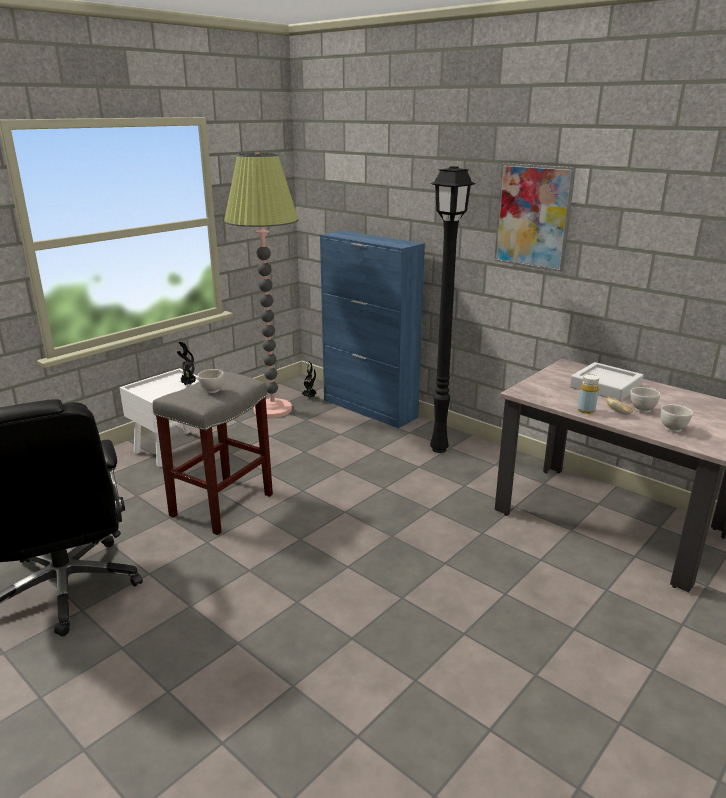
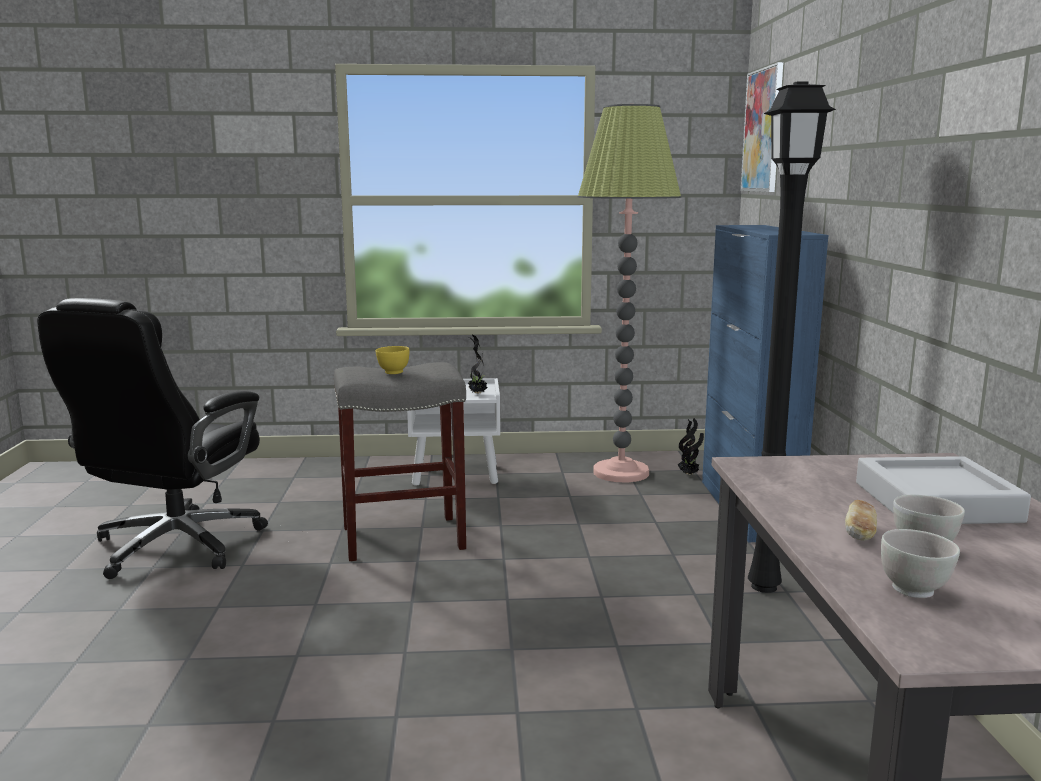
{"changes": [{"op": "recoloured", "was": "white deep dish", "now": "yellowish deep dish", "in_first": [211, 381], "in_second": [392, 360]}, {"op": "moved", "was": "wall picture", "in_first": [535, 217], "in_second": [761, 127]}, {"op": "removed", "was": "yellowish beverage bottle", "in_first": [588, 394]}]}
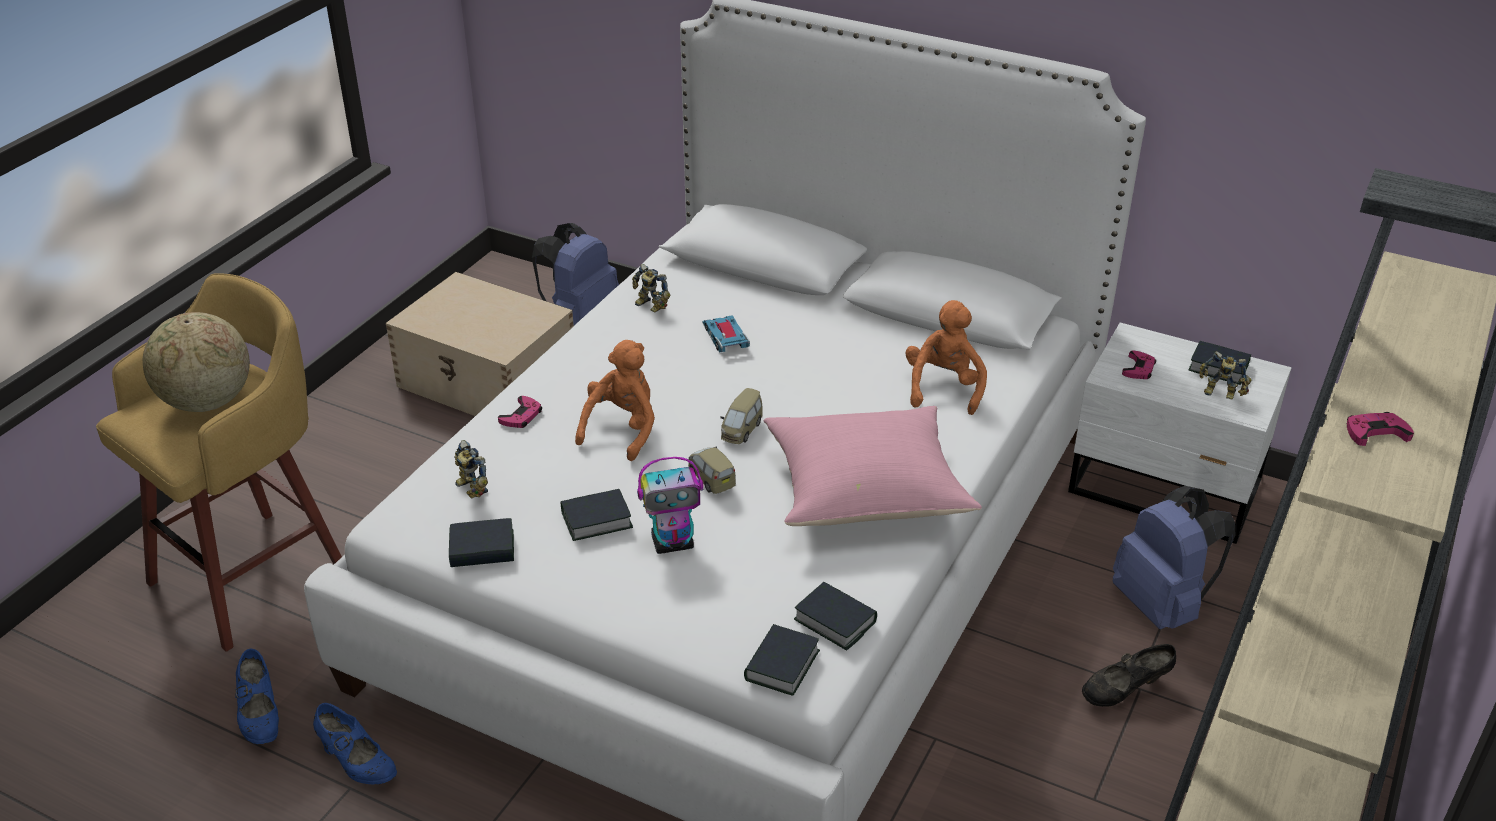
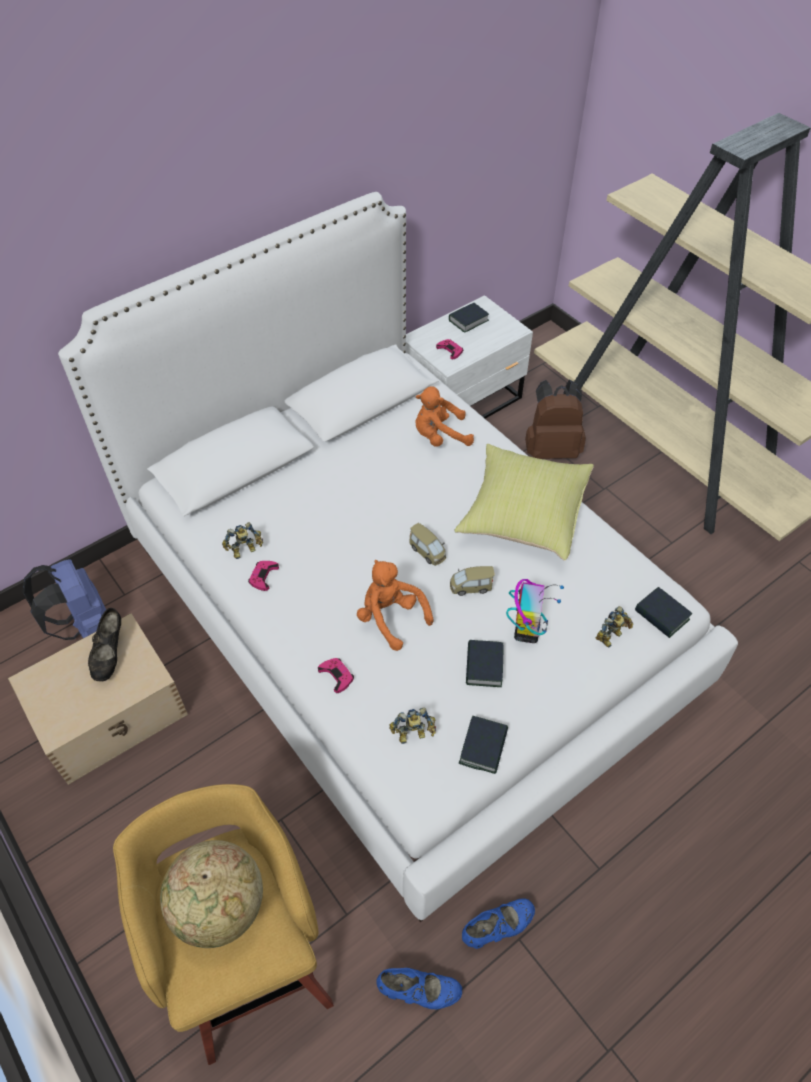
{"changes": [{"op": "removed", "was": "model car", "in_first": [726, 334]}, {"op": "recoloured", "was": "pinkish pillow", "now": "yellowish pillow", "in_first": [873, 466], "in_second": [524, 502]}, {"op": "removed", "was": "bound book", "in_first": [835, 616]}, {"op": "turned", "was": "orange cuddly toy", "in_first": [946, 357], "in_second": [444, 416], "clockwise": -45}, {"op": "moved", "was": "black low shoe", "in_first": [1129, 675], "in_second": [104, 645]}, {"op": "recoloured", "was": "bluish rucksack", "now": "brown rucksack", "in_first": [1174, 557], "in_second": [555, 419]}, {"op": "moved", "was": "robot figure", "in_first": [1225, 375], "in_second": [614, 627]}, {"op": "moved", "was": "pinkish game controller", "in_first": [1380, 429], "in_second": [263, 576]}]}
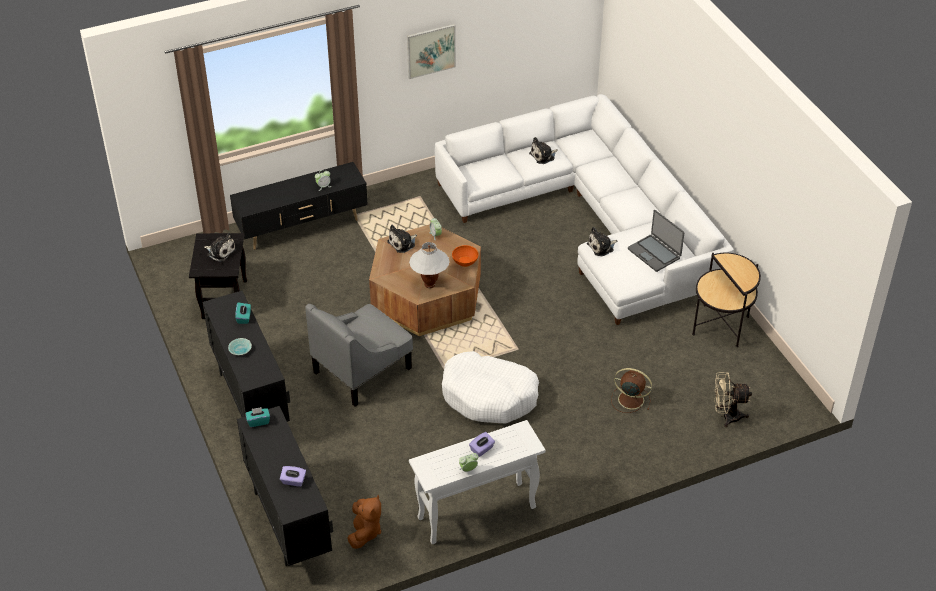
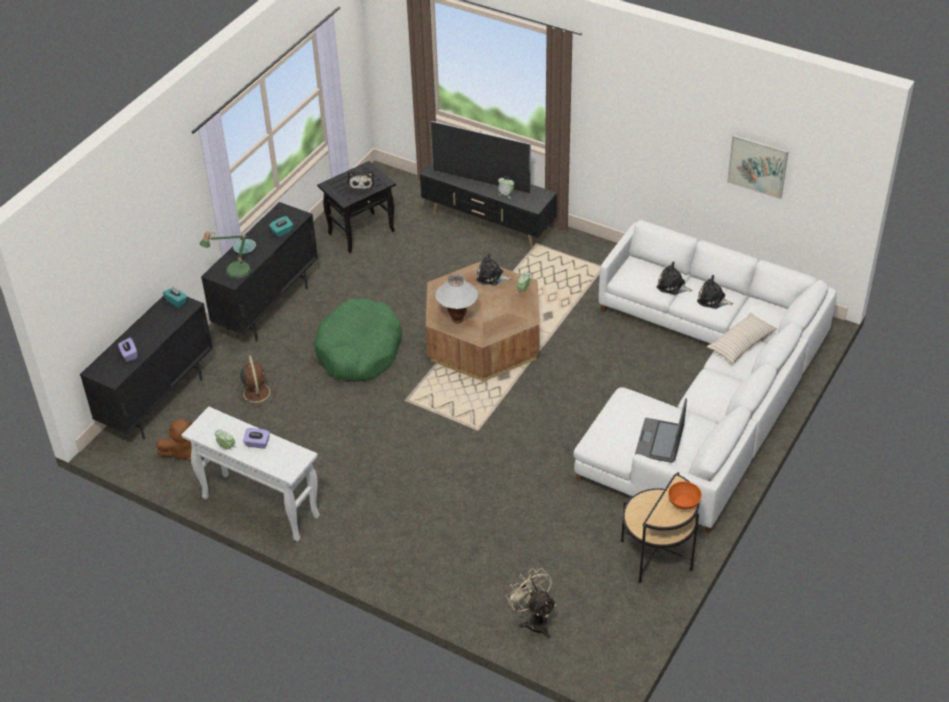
{"changes": [{"op": "replaced", "was": "greyish lounge chair", "now": "green-coloured dog bed", "in_first": [359, 355], "in_second": [358, 339]}, {"op": "moved", "was": "wall picture", "in_first": [431, 51], "in_second": [758, 167]}, {"op": "removed", "was": "white dog bed", "in_first": [490, 387]}, {"op": "moved", "was": "orange deep dish", "in_first": [465, 256], "in_second": [685, 495]}, {"op": "moved", "was": "cuddly toy", "in_first": [602, 241], "in_second": [675, 278]}, {"op": "moved", "was": "brown cooling fan", "in_first": [631, 390], "in_second": [256, 382]}, {"op": "added", "now": "lamp for a table", "in_second": [225, 255]}, {"op": "added", "now": "TV set", "in_second": [480, 157]}, {"op": "added", "now": "sand-coloured pillow", "in_second": [741, 338]}]}
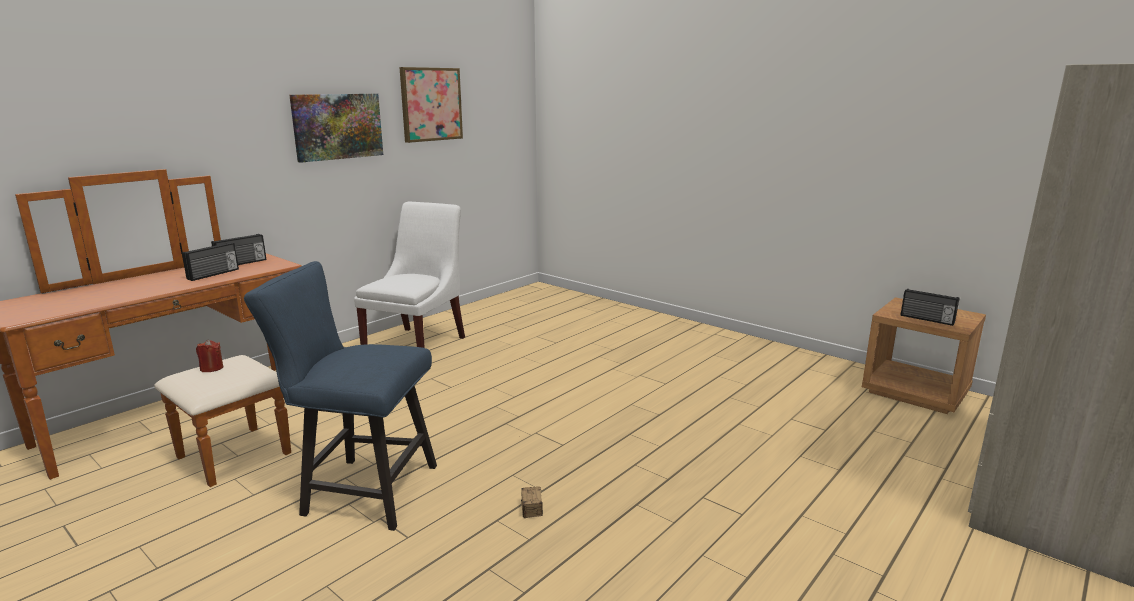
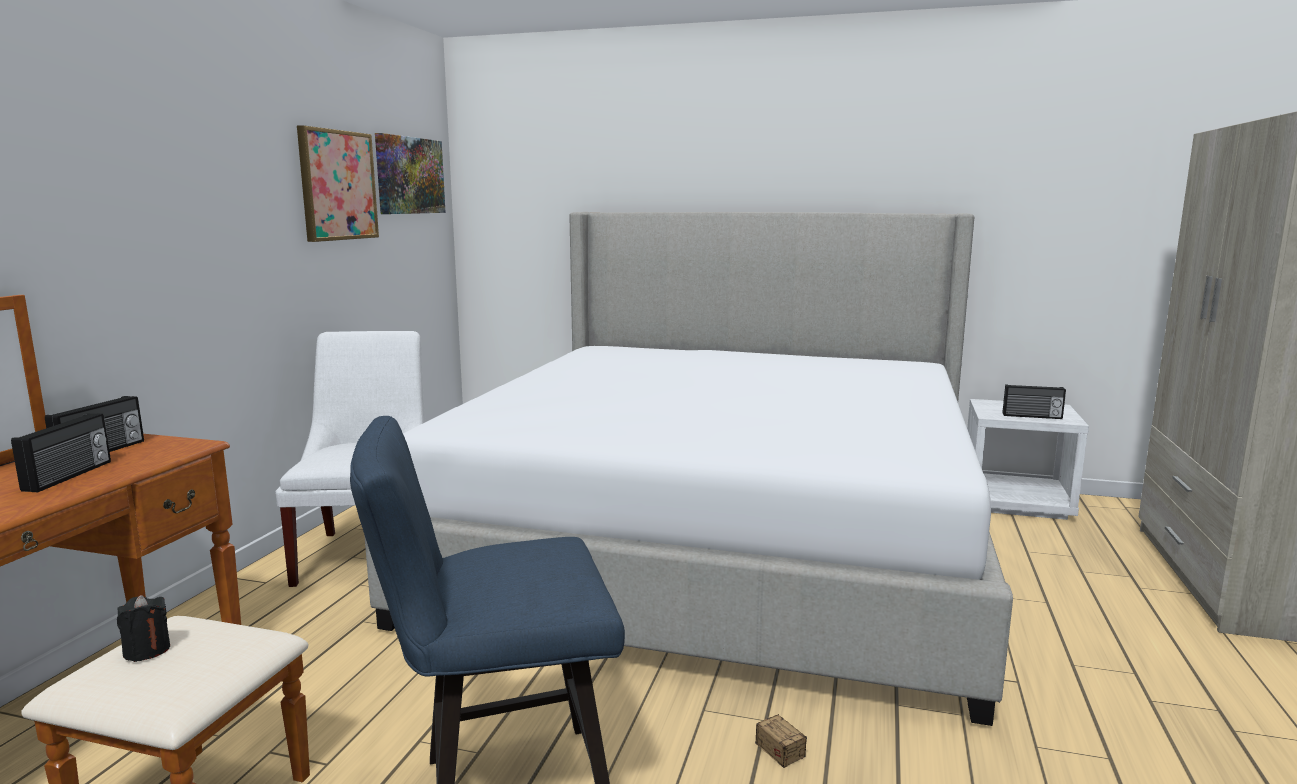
{"changes": [{"op": "recoloured", "was": "reddish candle", "now": "black candle", "in_first": [209, 356], "in_second": [143, 628]}, {"op": "moved", "was": "wall picture", "in_first": [336, 128], "in_second": [410, 173]}, {"op": "recoloured", "was": "brown bedside table", "now": "white bedside table", "in_first": [924, 355], "in_second": [1028, 459]}, {"op": "added", "now": "bedroom bed", "in_second": [688, 469]}]}
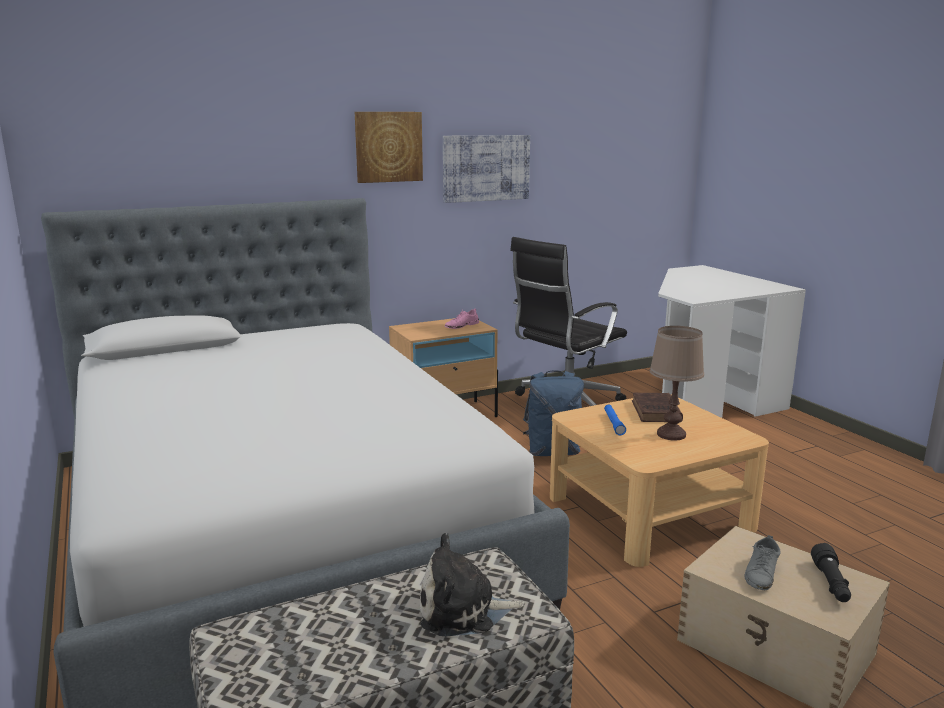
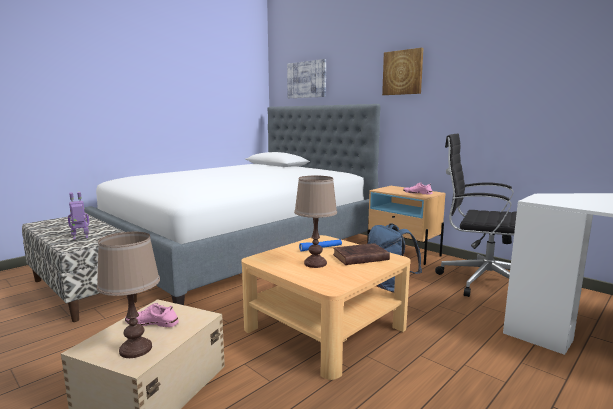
{"changes": [{"op": "replaced", "was": "cuddly toy", "now": "robot figure", "in_first": [472, 584], "in_second": [78, 215]}, {"op": "moved", "was": "wall picture", "in_first": [486, 169], "in_second": [306, 78]}, {"op": "recoloured", "was": "greyish low shoe", "now": "pinkish low shoe", "in_first": [762, 562], "in_second": [152, 315]}, {"op": "replaced", "was": "black hand torch", "now": "brown lamp for a table", "in_first": [831, 572], "in_second": [128, 295]}]}
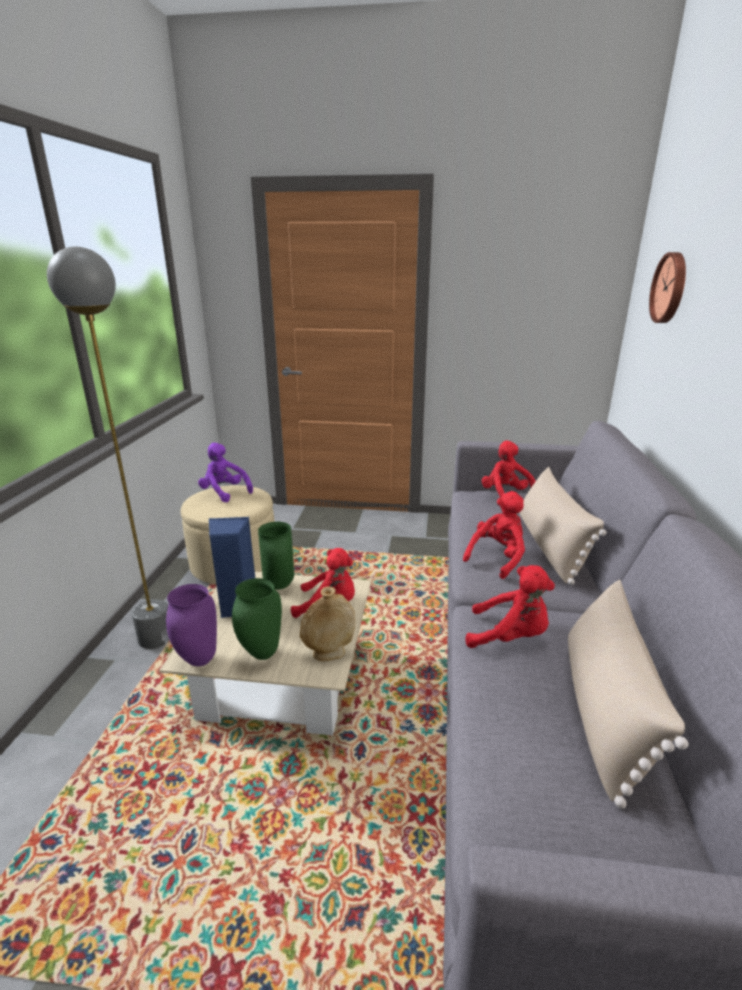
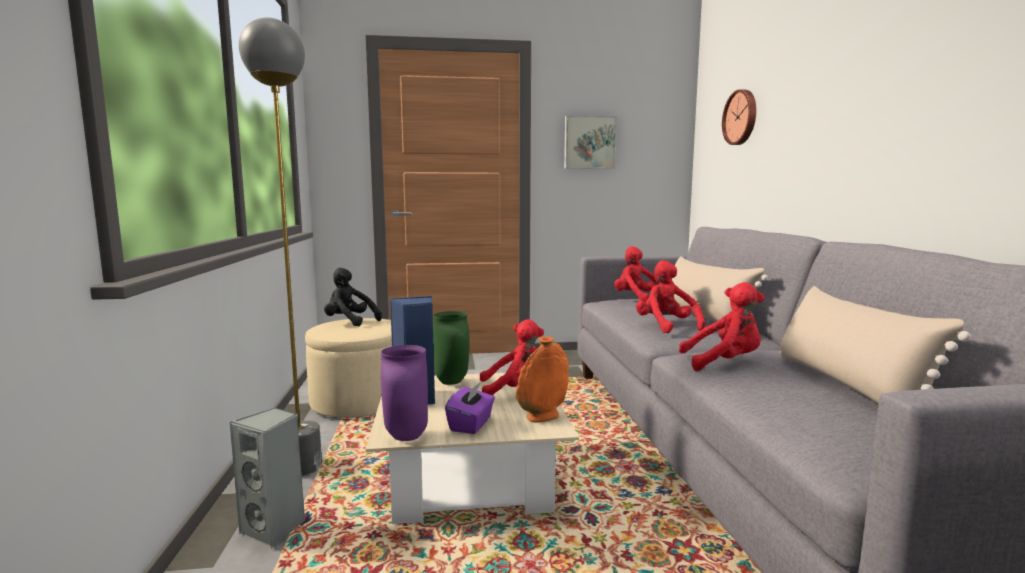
{"changes": [{"op": "recoloured", "was": "purplish cuddly toy", "now": "black cuddly toy", "in_first": [225, 472], "in_second": [353, 297]}, {"op": "replaced", "was": "green-coloured vase", "now": "purplish box of tissues", "in_first": [257, 619], "in_second": [470, 408]}, {"op": "recoloured", "was": "sand-coloured vase", "now": "orange vase", "in_first": [327, 623], "in_second": [542, 380]}, {"op": "turned", "was": "reddish cuddly toy", "in_first": [494, 535], "in_second": [670, 296], "clockwise": -45}, {"op": "added", "now": "greyish audio speaker", "in_second": [267, 479]}, {"op": "added", "now": "wall picture", "in_second": [590, 142]}]}
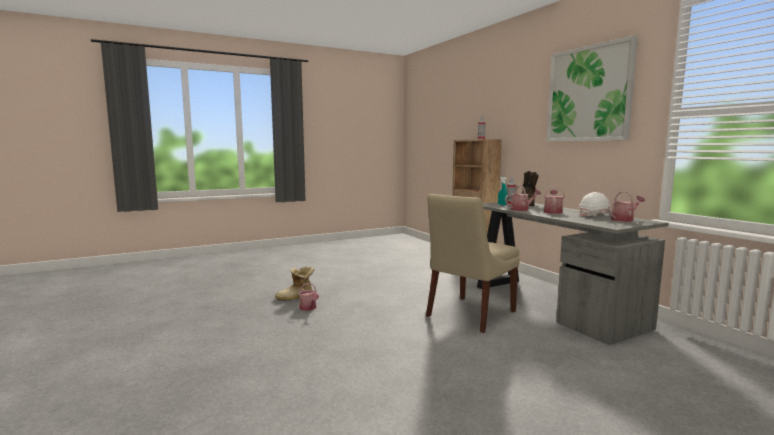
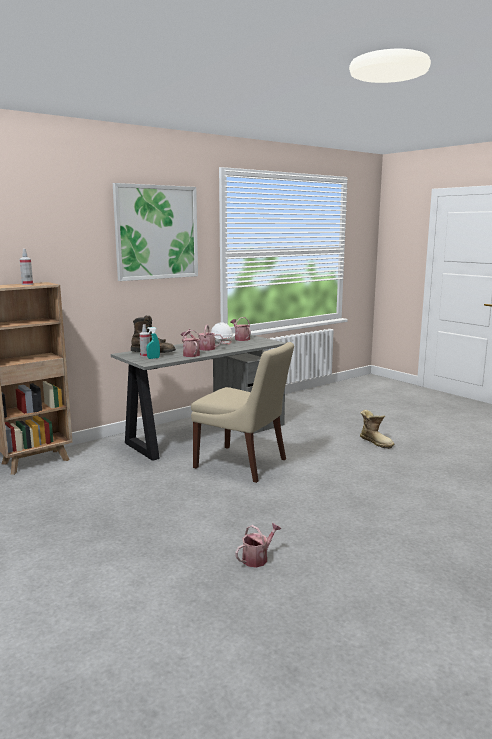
{"changes": [{"op": "moved", "was": "high-top boot", "in_first": [294, 283], "in_second": [377, 429]}]}
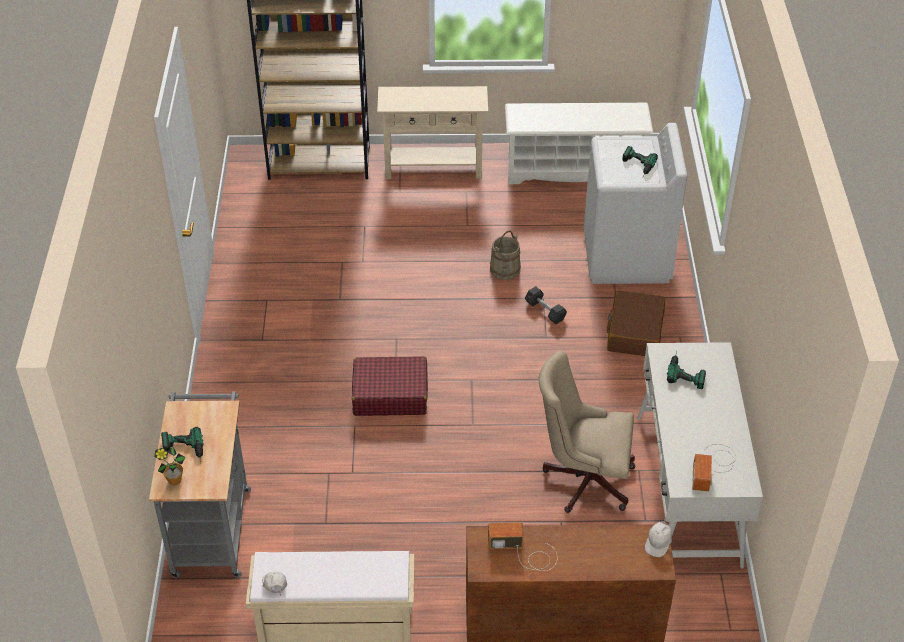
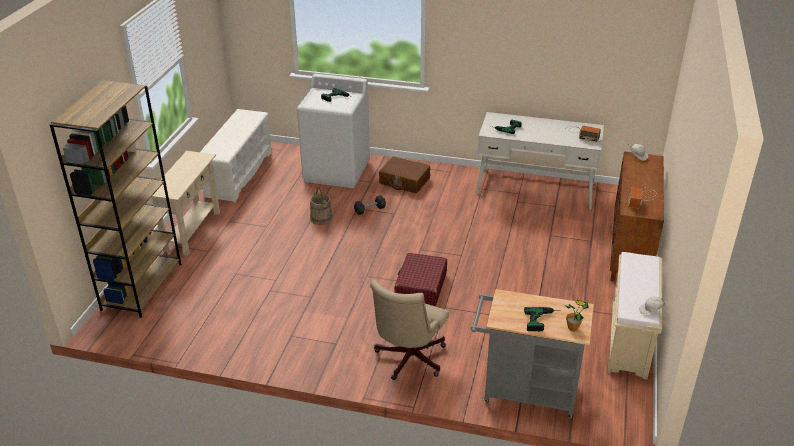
{"changes": [{"op": "moved", "was": "sand-coloured office chair", "in_first": [587, 432], "in_second": [409, 330]}]}
